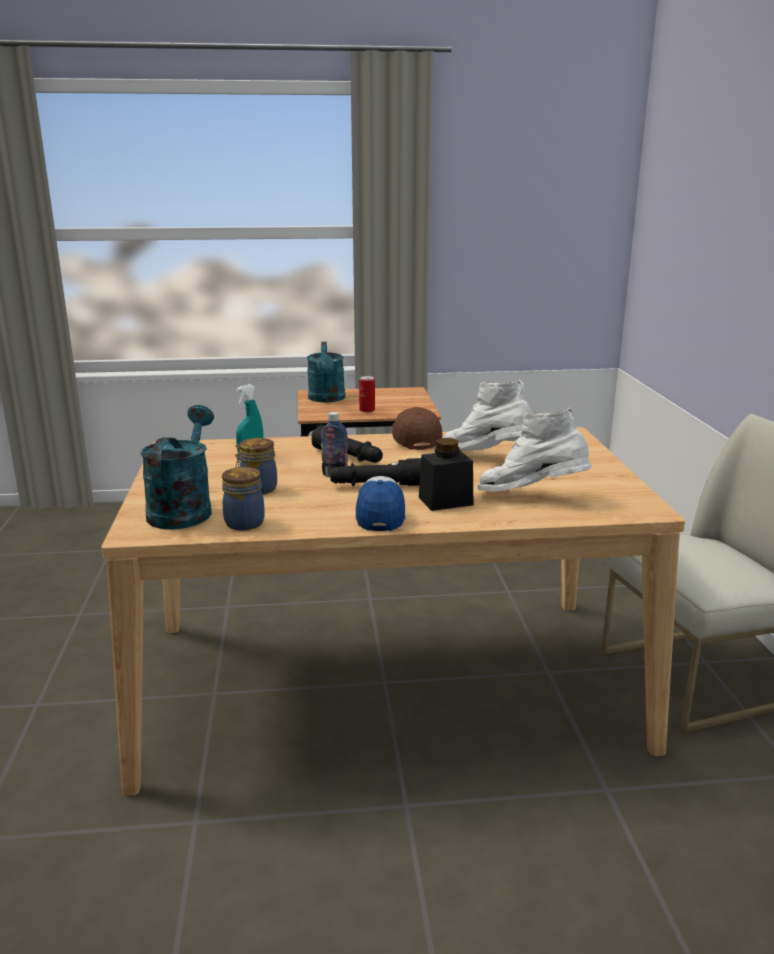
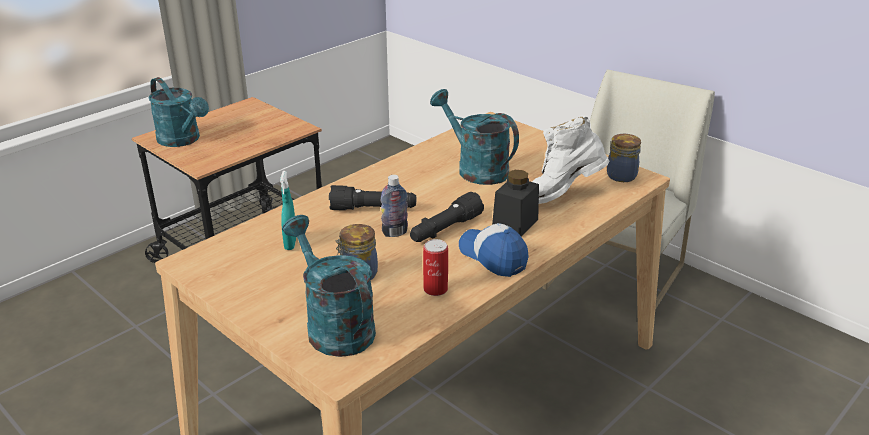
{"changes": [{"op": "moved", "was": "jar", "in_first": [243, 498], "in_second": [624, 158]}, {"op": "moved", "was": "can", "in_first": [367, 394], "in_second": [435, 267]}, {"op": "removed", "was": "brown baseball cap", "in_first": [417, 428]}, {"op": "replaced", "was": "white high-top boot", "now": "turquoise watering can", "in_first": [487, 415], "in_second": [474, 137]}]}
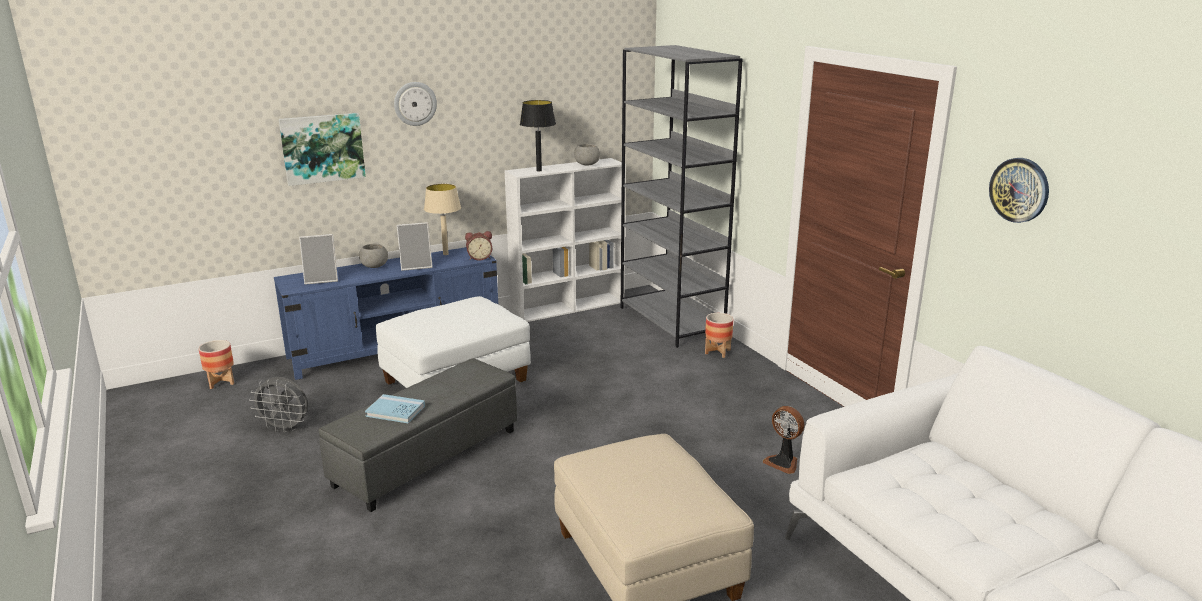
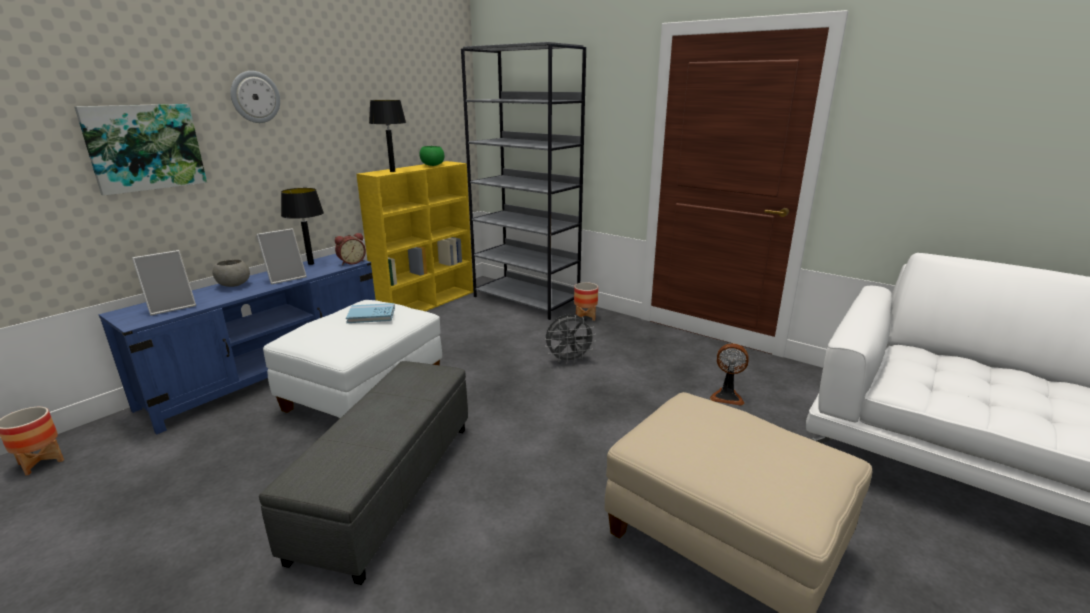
{"changes": [{"op": "moved", "was": "greyish cooling fan", "in_first": [278, 405], "in_second": [570, 339]}, {"op": "moved", "was": "bluish bound book", "in_first": [395, 408], "in_second": [370, 313]}, {"op": "recoloured", "was": "sand-coloured lamp for a table", "now": "black lamp for a table", "in_first": [442, 219], "in_second": [302, 226]}, {"op": "recoloured", "was": "white shelving unit", "now": "yellowish shelving unit", "in_first": [565, 240], "in_second": [414, 236]}, {"op": "recoloured", "was": "greyish deep dish", "now": "green-coloured deep dish", "in_first": [587, 155], "in_second": [432, 156]}, {"op": "removed", "was": "clock on the wall", "in_first": [1019, 190]}]}
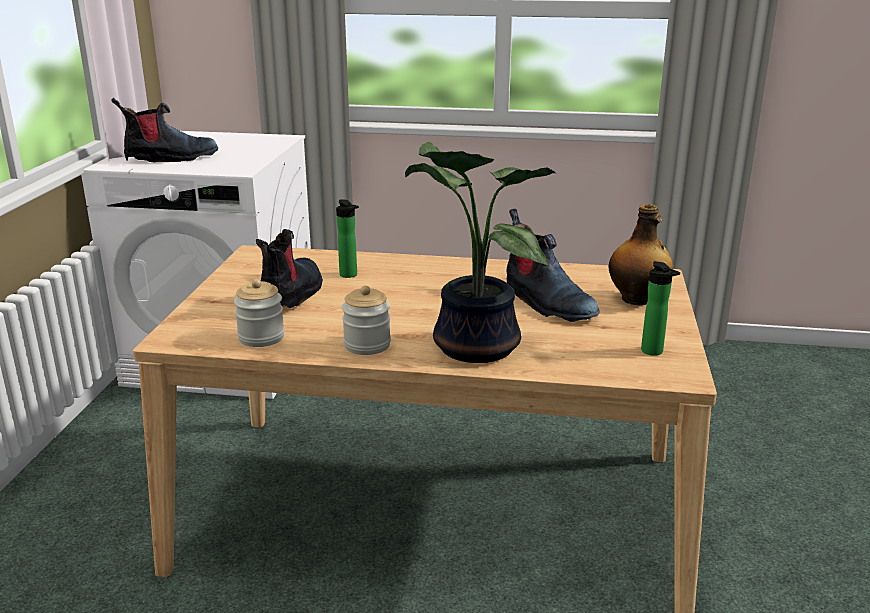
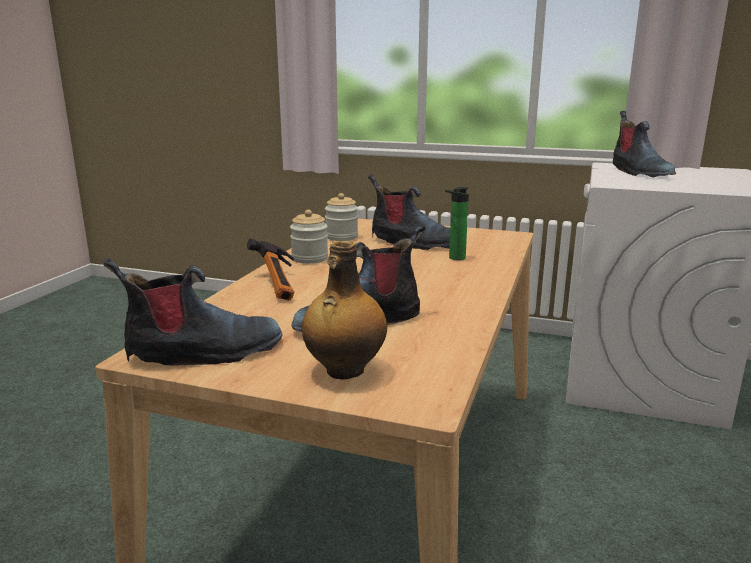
{"changes": [{"op": "replaced", "was": "potted plant", "now": "tool hammer", "in_first": [480, 252], "in_second": [270, 269]}, {"op": "replaced", "was": "beverage bottle", "now": "high-top boot", "in_first": [660, 308], "in_second": [192, 312]}]}
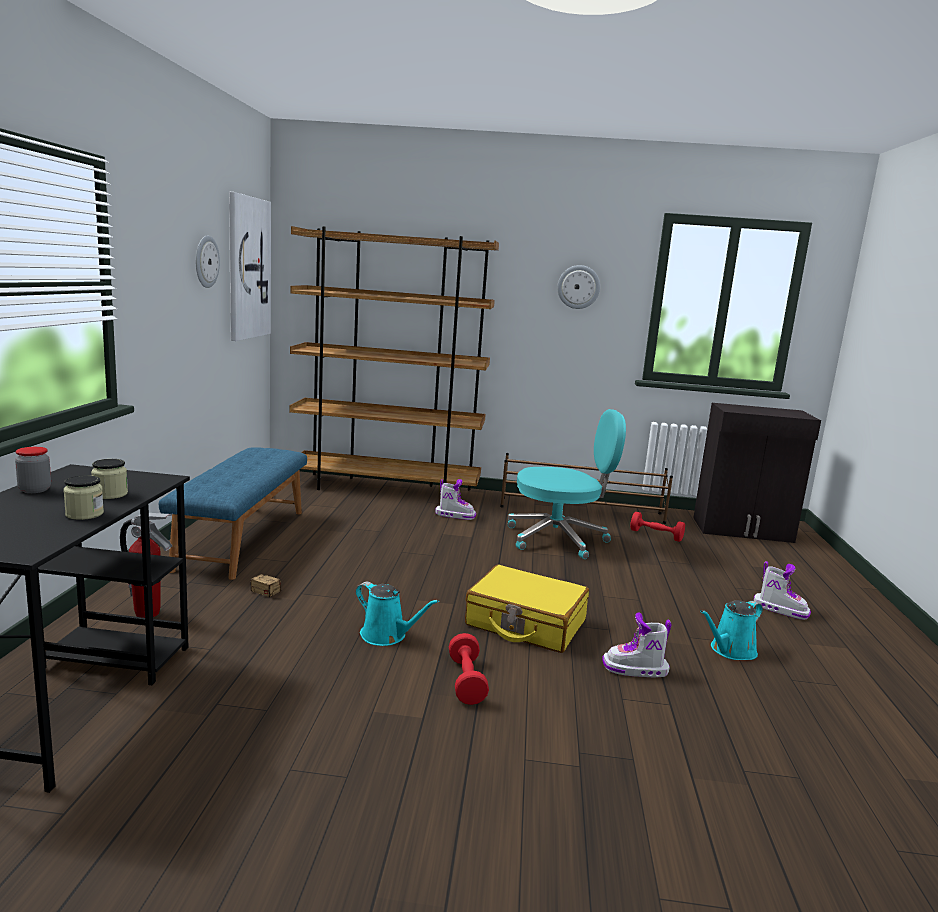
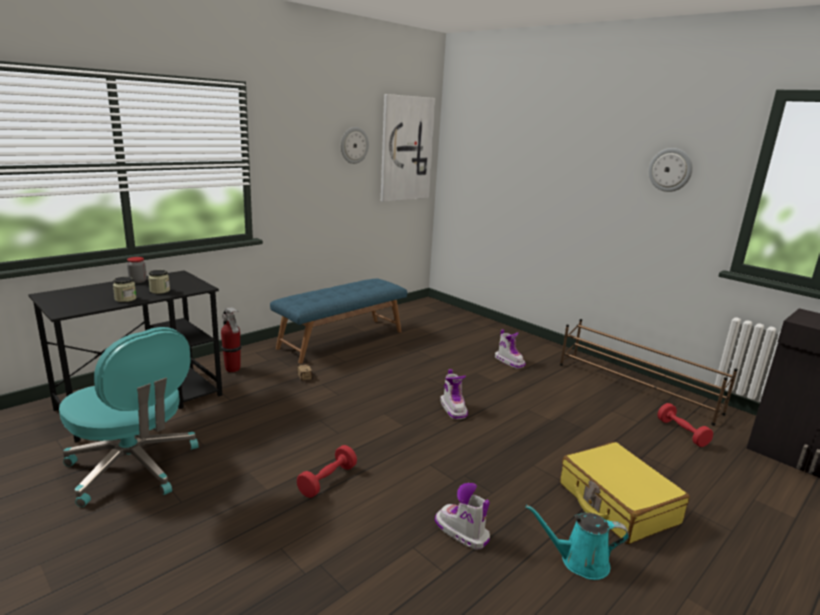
{"changes": [{"op": "removed", "was": "brown shelving unit", "in_first": [394, 358]}, {"op": "removed", "was": "turquoise watering can", "in_first": [397, 614]}, {"op": "moved", "was": "yellowish piece of luggage", "in_first": [527, 609], "in_second": [625, 493]}, {"op": "moved", "was": "turquoise office chair", "in_first": [567, 484], "in_second": [129, 417]}, {"op": "moved", "was": "high-top boot", "in_first": [782, 590], "in_second": [454, 394]}]}
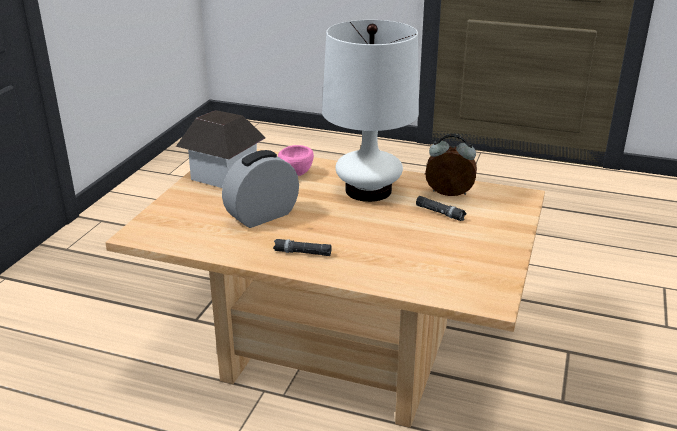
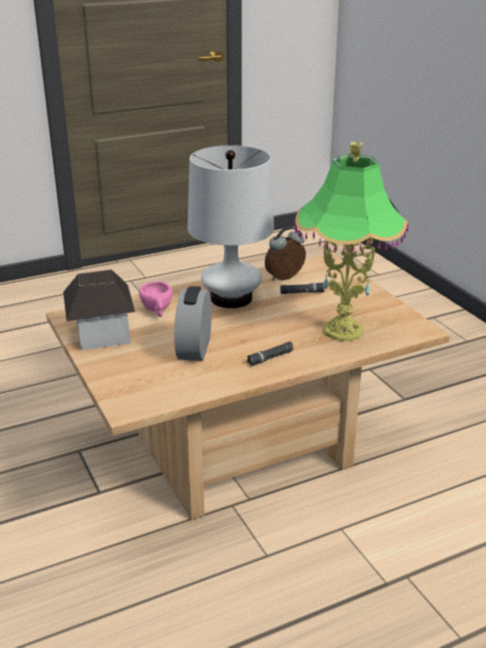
{"changes": [{"op": "added", "now": "lamp for a table", "in_second": [351, 241]}]}
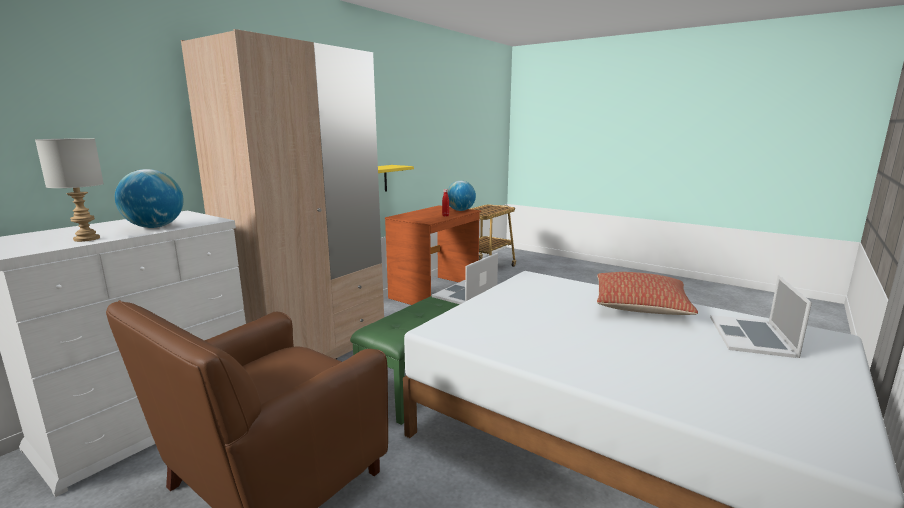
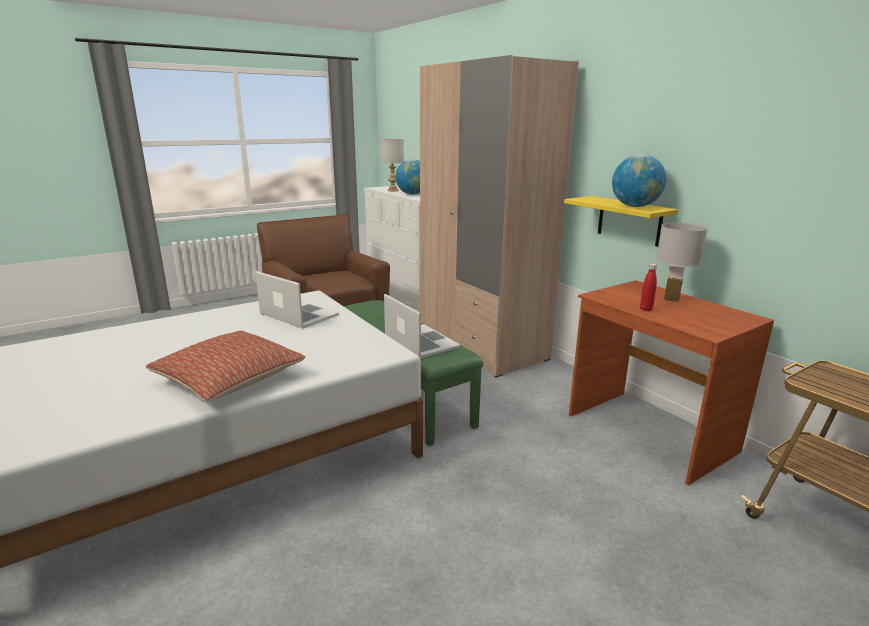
{"changes": [{"op": "moved", "was": "desk globe", "in_first": [461, 196], "in_second": [639, 180]}, {"op": "moved", "was": "portable computer", "in_first": [761, 316], "in_second": [297, 300]}, {"op": "added", "now": "white lamp for a table", "in_second": [682, 262]}]}
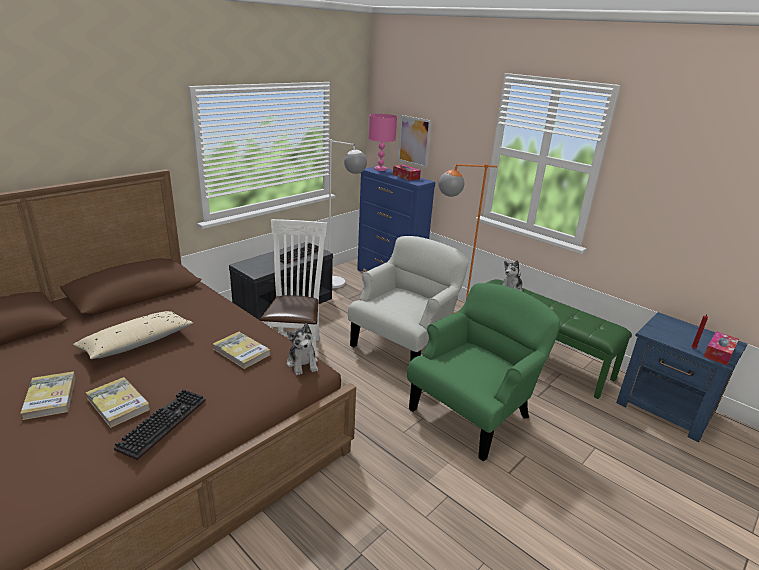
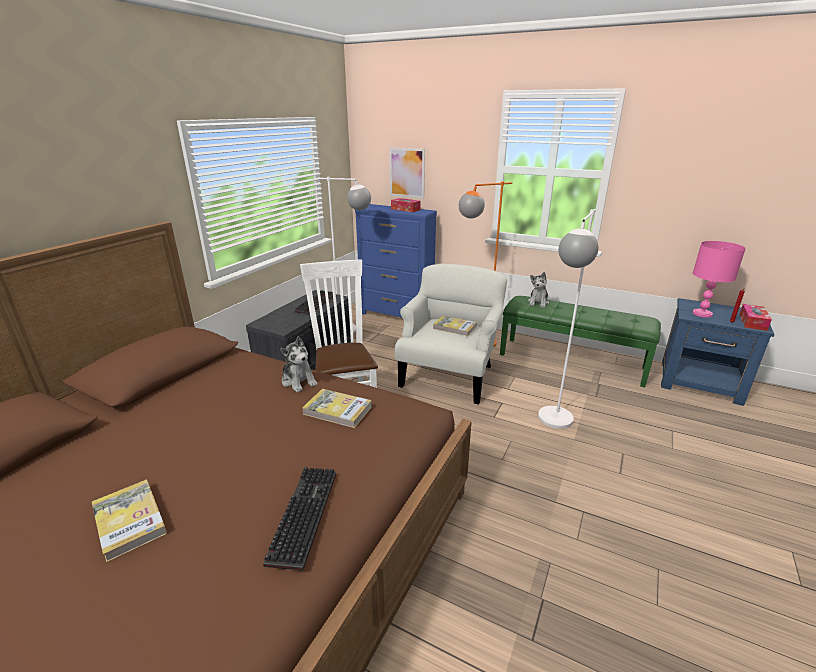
{"changes": [{"op": "removed", "was": "sand-coloured pillow", "in_first": [133, 335]}, {"op": "moved", "was": "bound book", "in_first": [118, 402], "in_second": [455, 326]}, {"op": "moved", "was": "cuddly toy", "in_first": [302, 349], "in_second": [299, 364]}, {"op": "moved", "was": "pinkish lamp for a table", "in_first": [383, 142], "in_second": [719, 279]}, {"op": "replaced", "was": "green-coloured lounge chair", "now": "white floor lamp", "in_first": [484, 372], "in_second": [568, 319]}]}
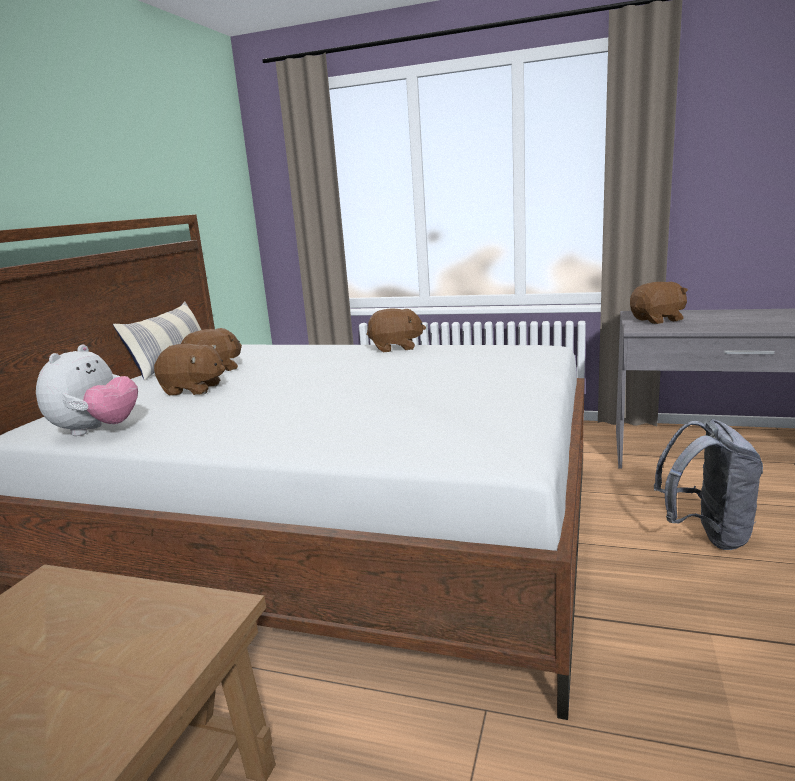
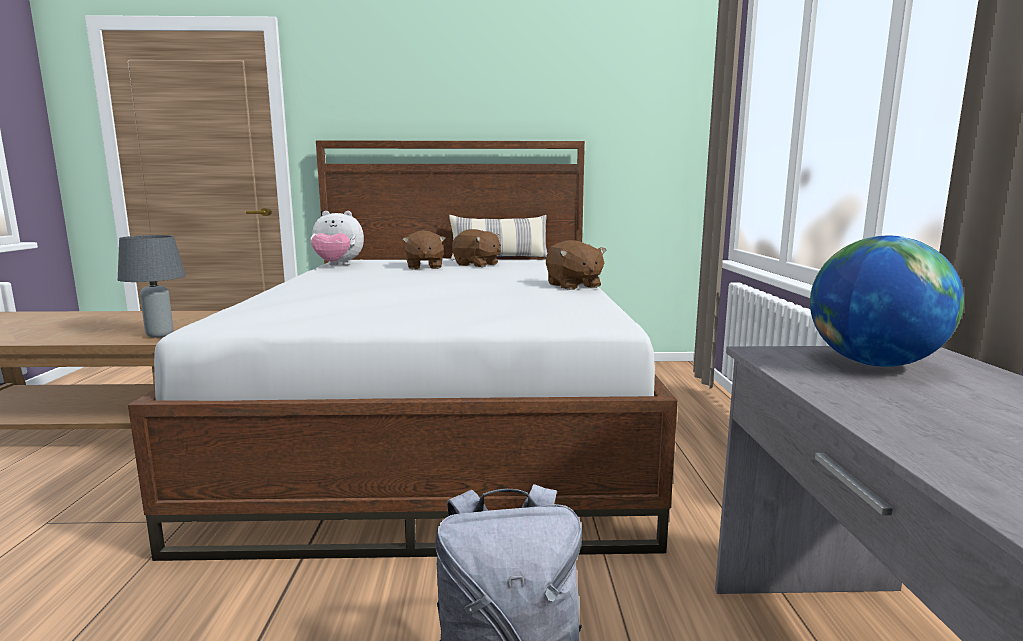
{"changes": [{"op": "replaced", "was": "brown cuddly toy", "now": "desk globe", "in_first": [659, 303], "in_second": [887, 301]}, {"op": "added", "now": "greyish lamp for a table", "in_second": [152, 286]}]}
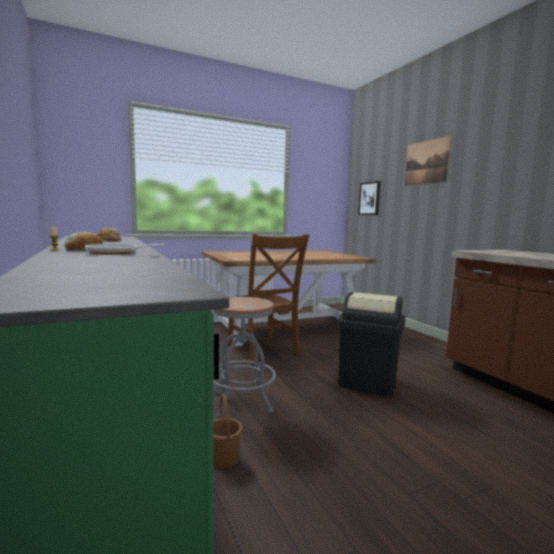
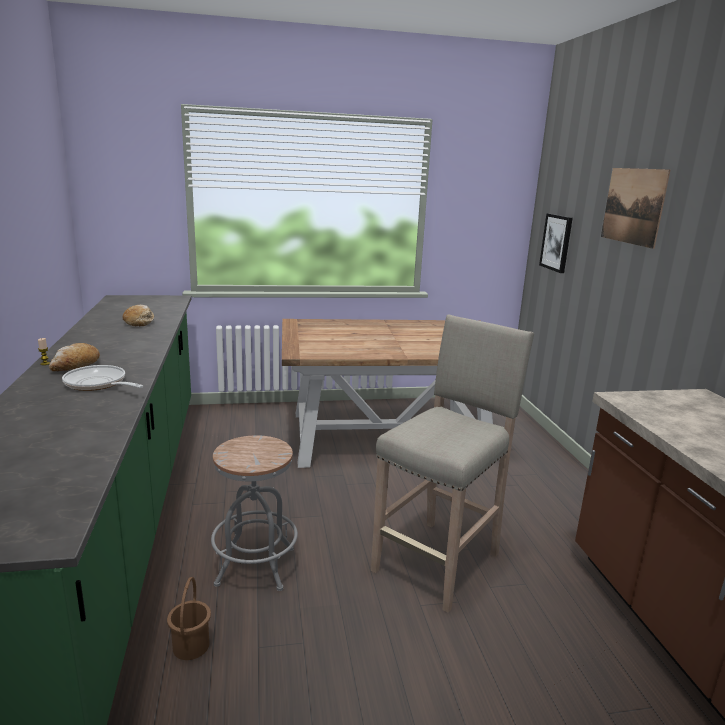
{"changes": [{"op": "removed", "was": "brown chair", "in_first": [268, 297]}, {"op": "replaced", "was": "black rubbish bin", "now": "sand-coloured stool seat", "in_first": [371, 344], "in_second": [452, 463]}]}
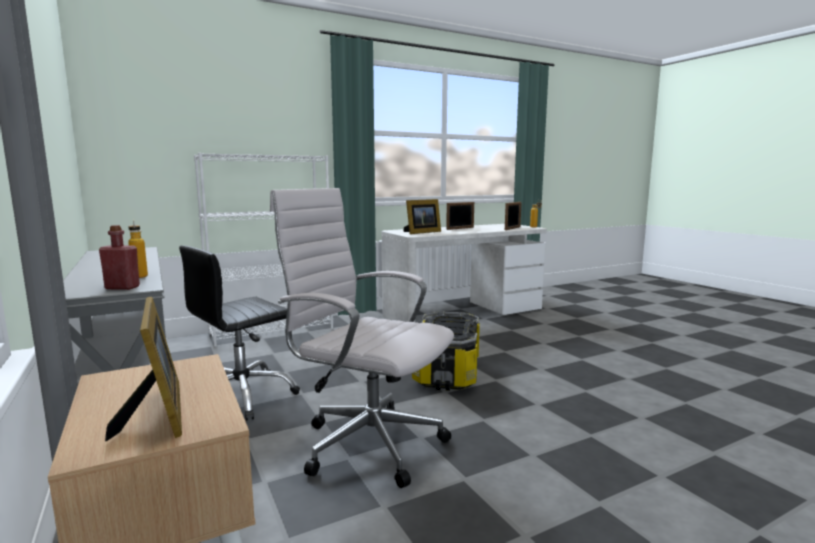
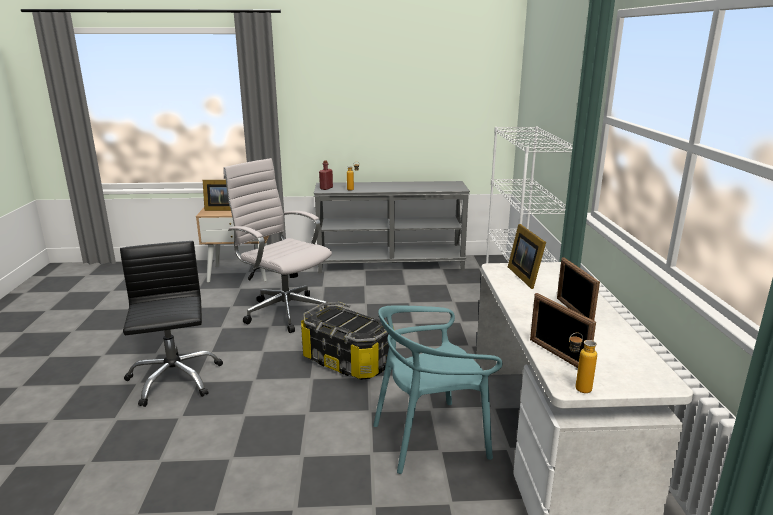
{"changes": [{"op": "moved", "was": "black office chair", "in_first": [239, 333], "in_second": [171, 324]}, {"op": "turned", "was": "white office chair", "in_first": [362, 338], "in_second": [277, 245], "clockwise": -105}, {"op": "added", "now": "turquoise chair", "in_second": [437, 389]}]}
